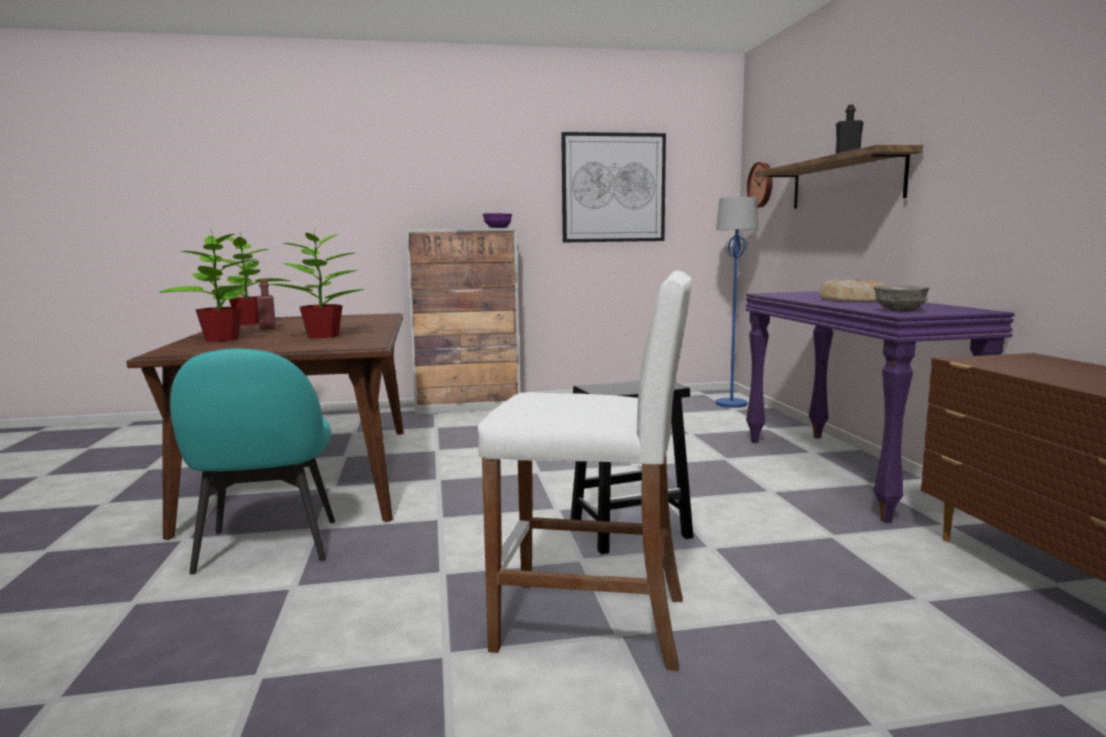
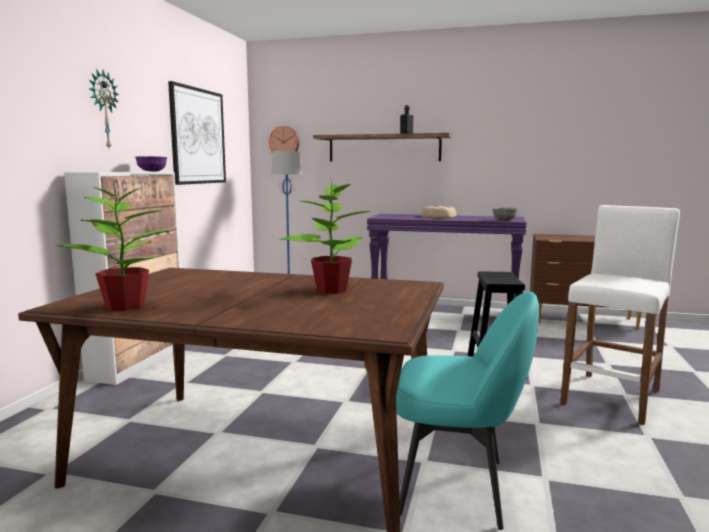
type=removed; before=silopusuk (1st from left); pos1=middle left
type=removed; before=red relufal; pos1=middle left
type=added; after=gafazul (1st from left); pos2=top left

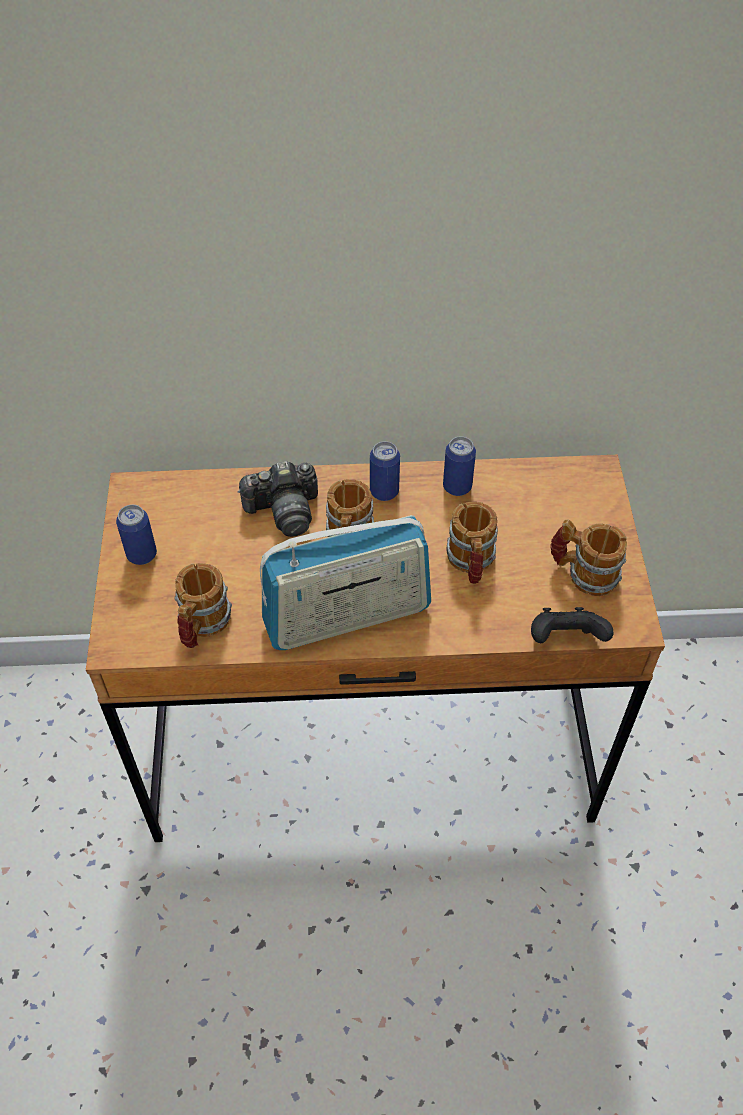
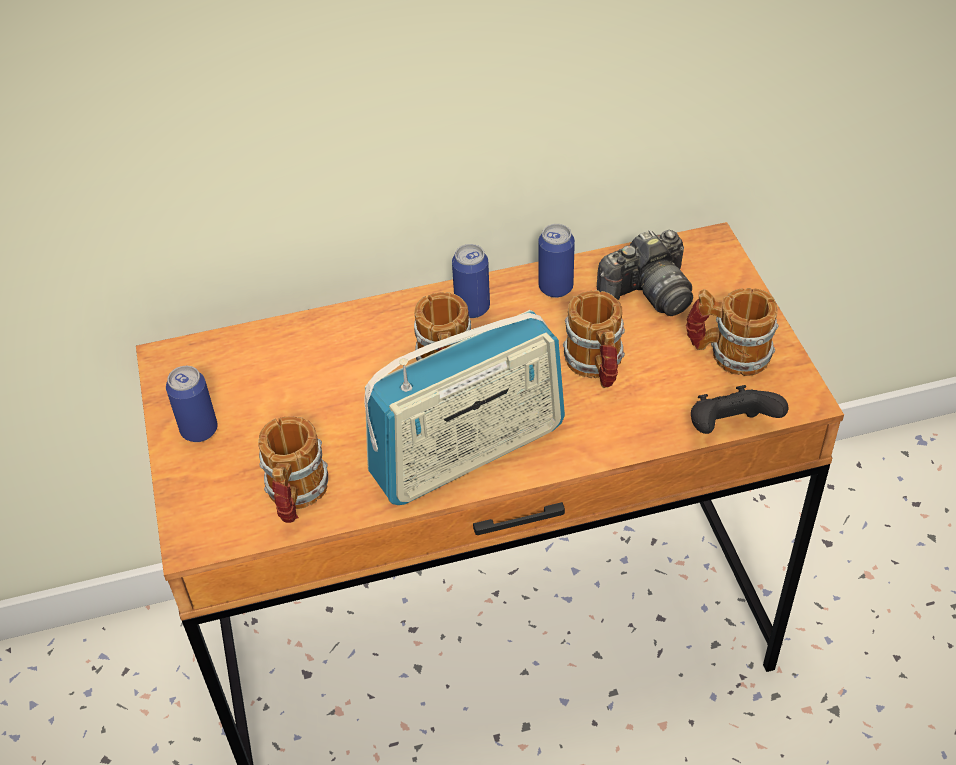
type=moved; before=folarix; pos1=centre; pos2=middle right

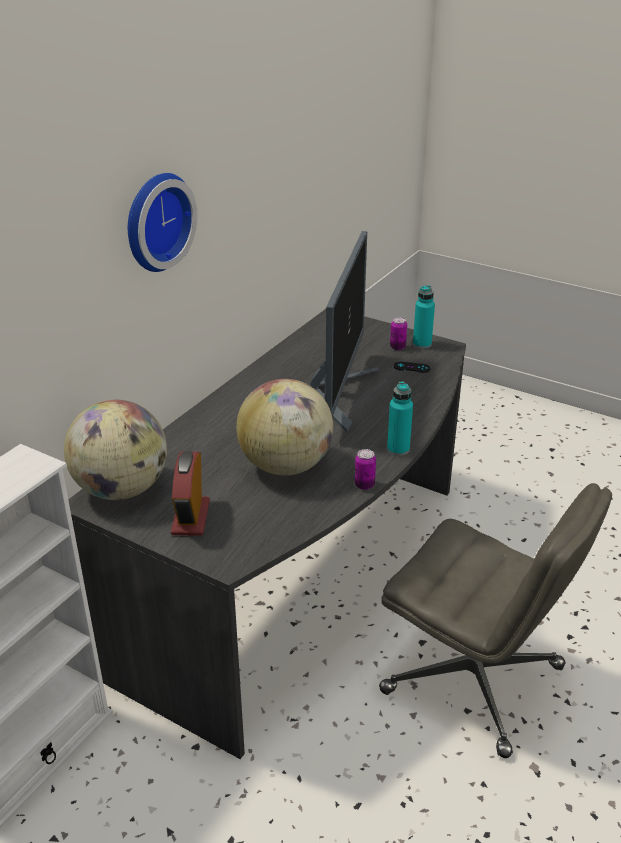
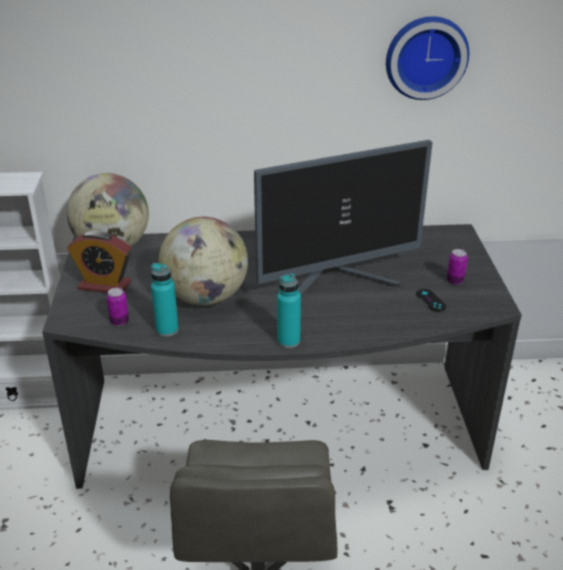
type=moved; before=gafazul; pos1=top left; pos2=top right
type=moved; before=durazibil (1st from left); pos1=centre; pos2=middle left
type=moved; before=turquoise relufal (2nd from left in the first image); after=turquoise relufal (1st from left); pos1=middle right; pos2=middle left
type=turned; before=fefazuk; pos1=middle left; pos2=middle left; turn=-135

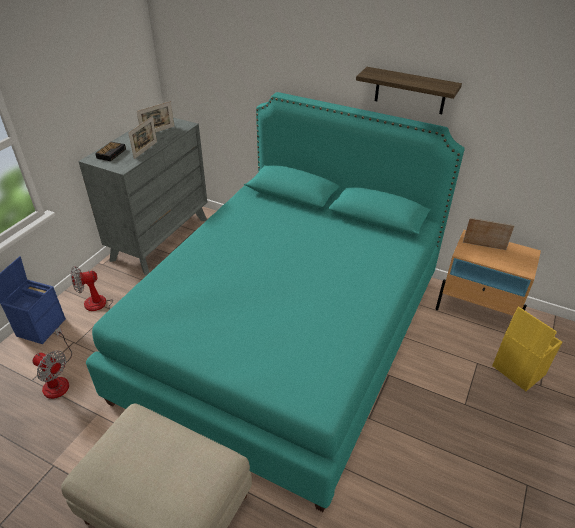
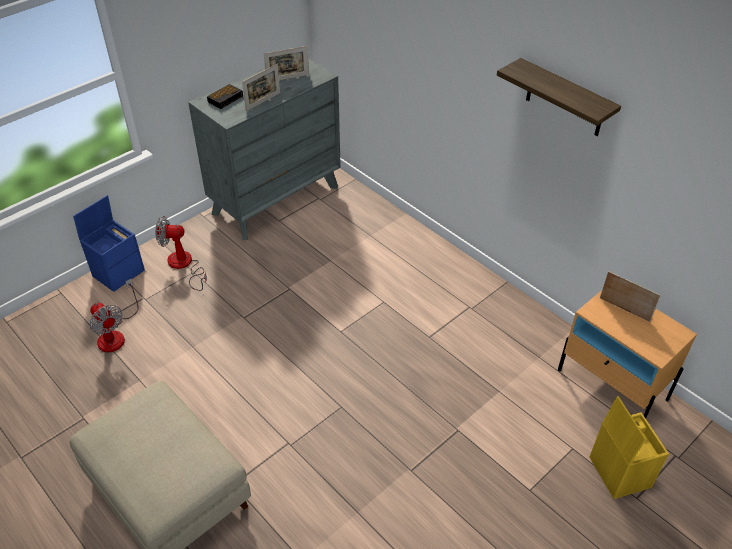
type=removed; before=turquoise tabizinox; pos1=centre

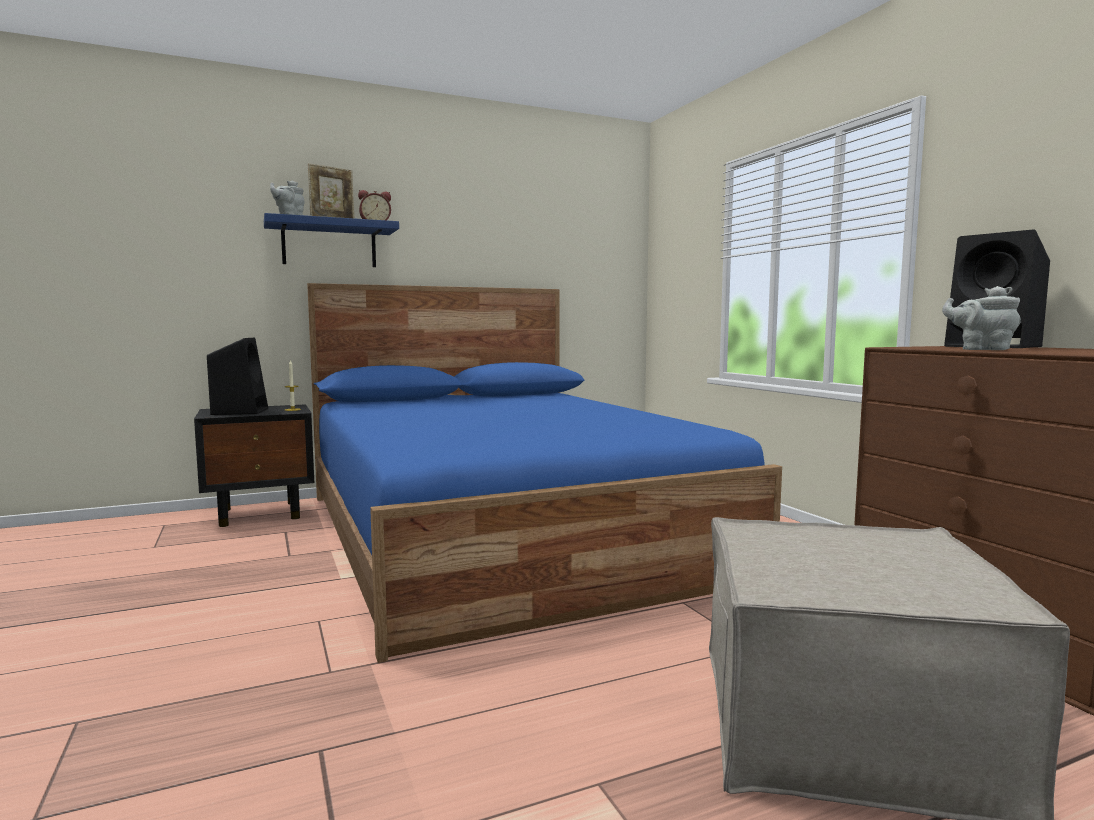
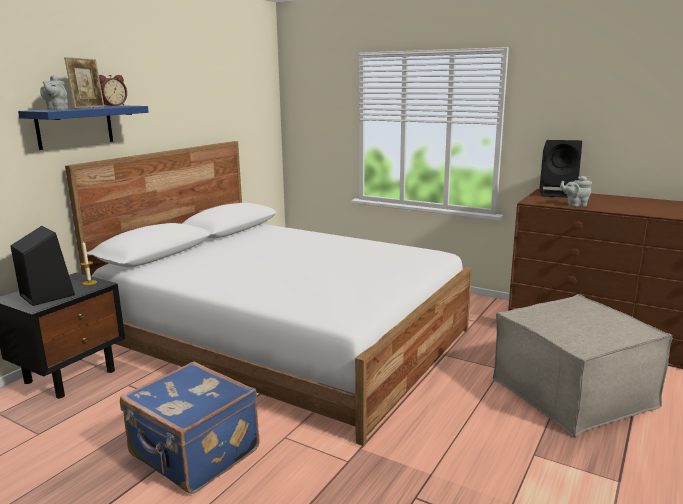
type=added; after=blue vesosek; pos2=bottom left
type=recoloured; before=blue tabizinox; after=white tabizinox; pos1=centre; pos2=centre

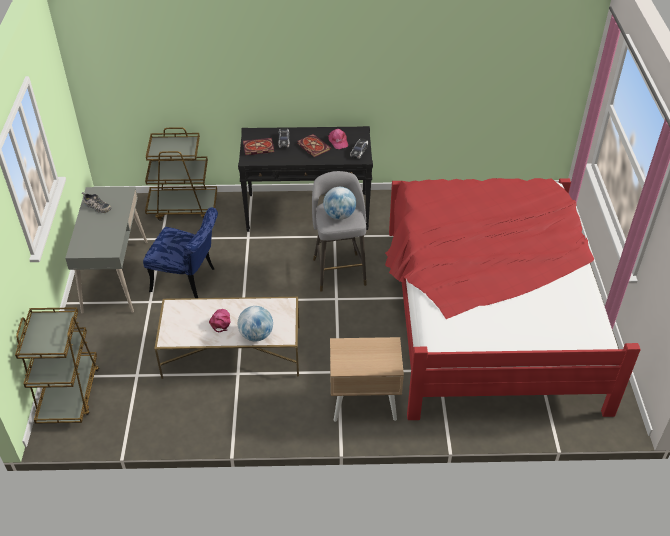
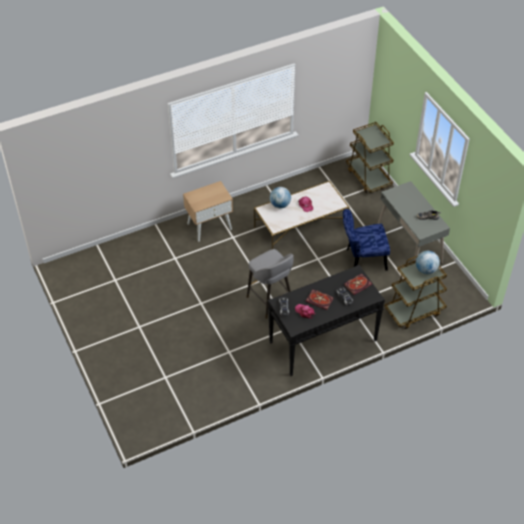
type=removed; before=red tabizinox; pos1=middle right
type=moved; before=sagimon (2nd from left); pos1=centre; pos2=middle right

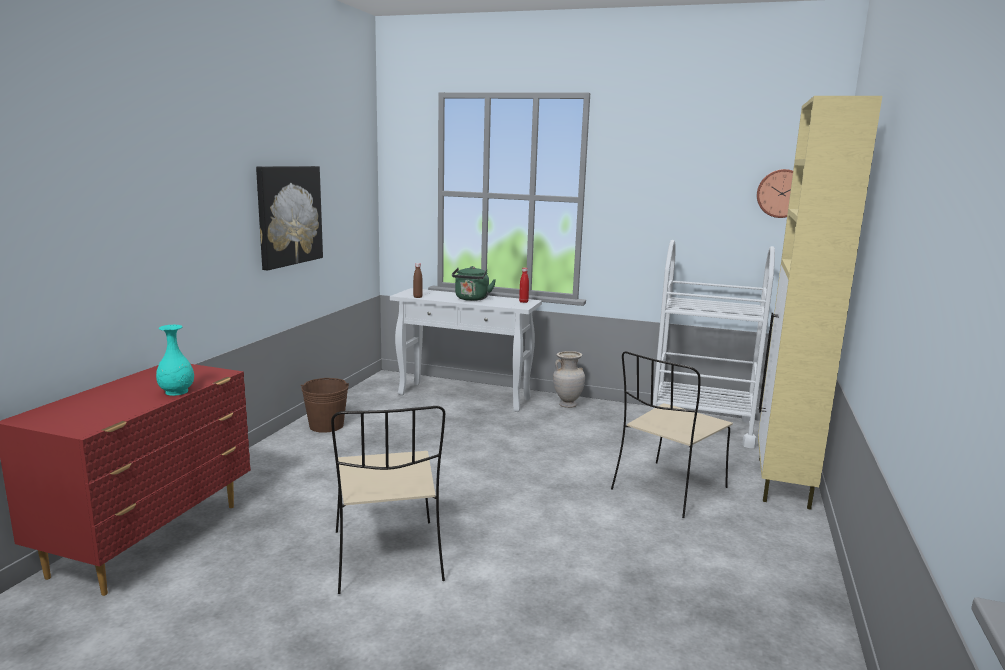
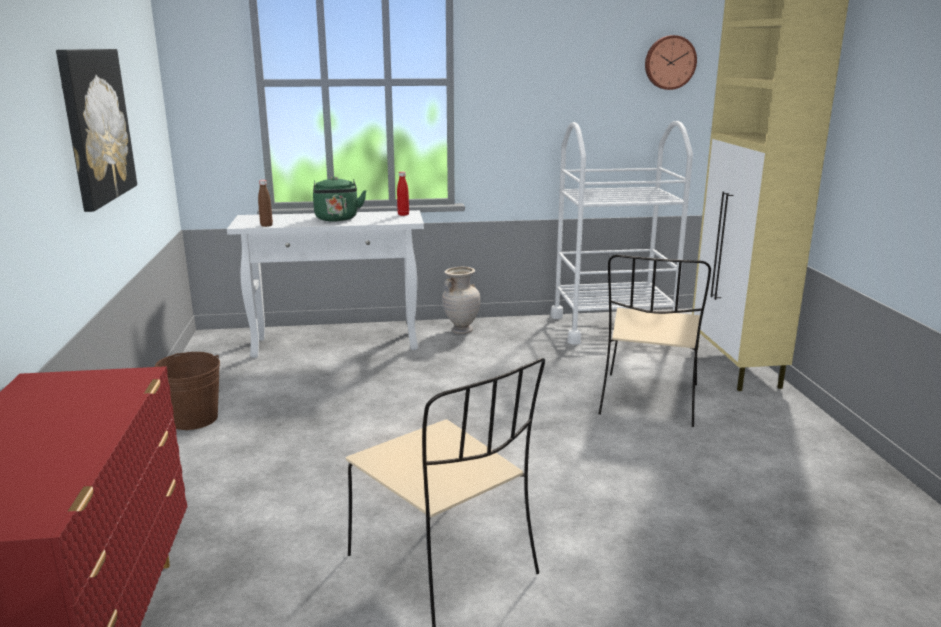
type=removed; before=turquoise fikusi; pos1=middle left

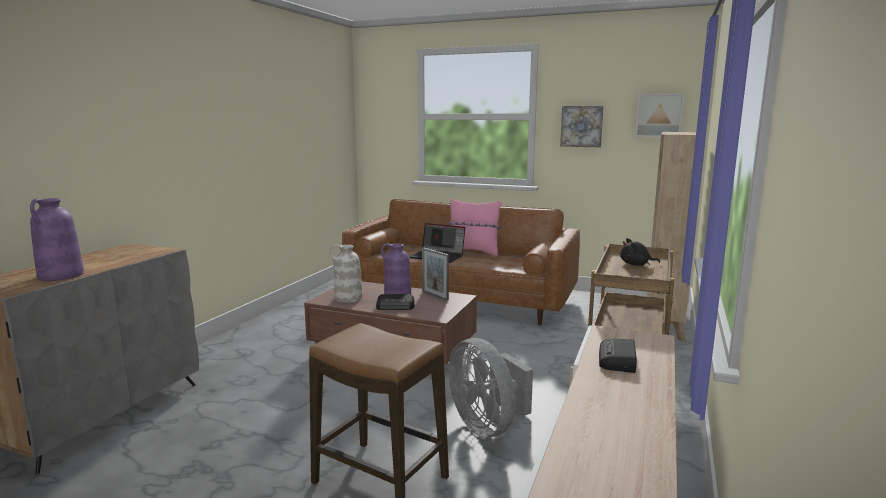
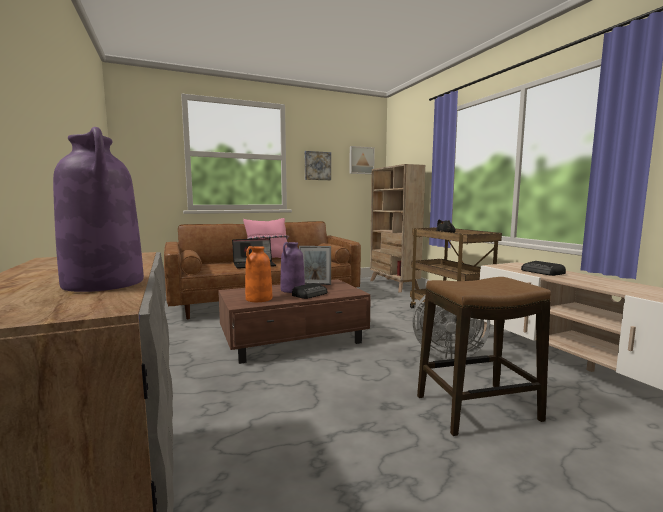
type=recoloured; before=white fikusi; after=orange fikusi; pos1=centre; pos2=centre

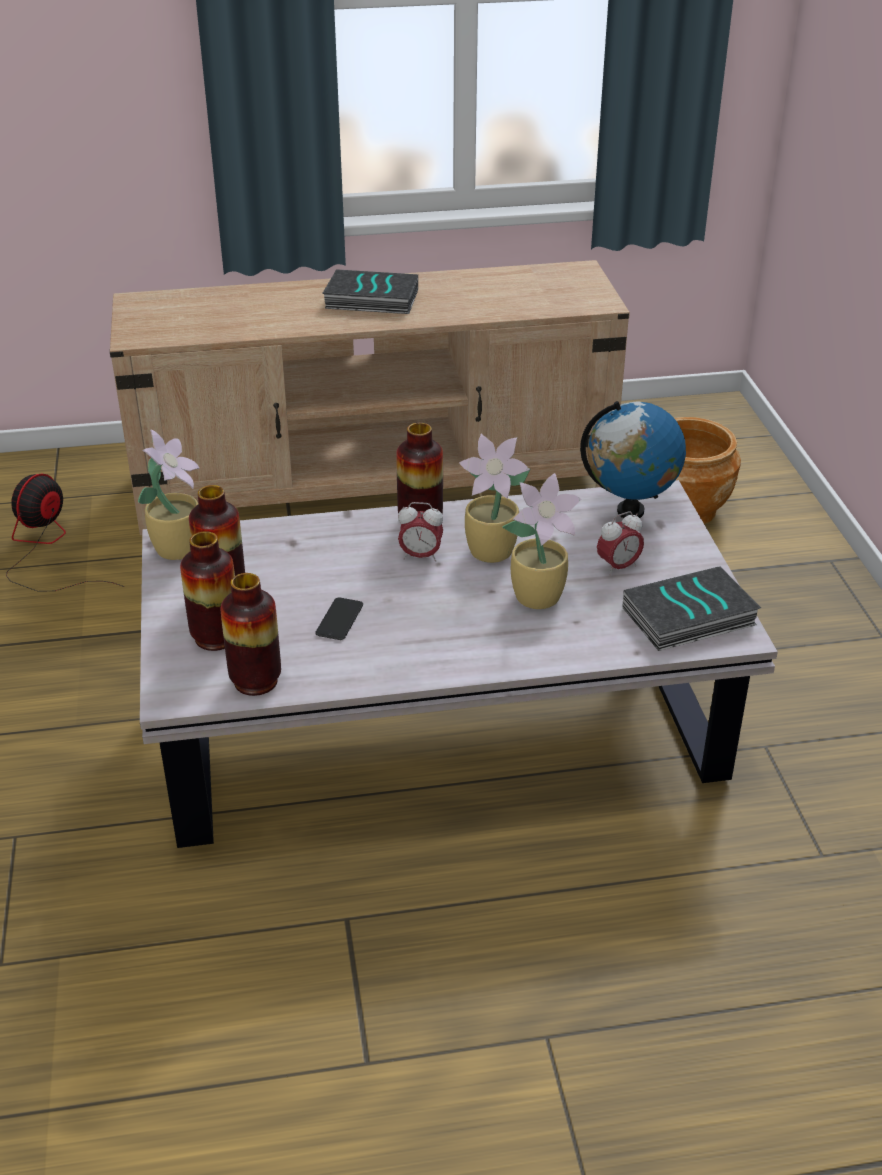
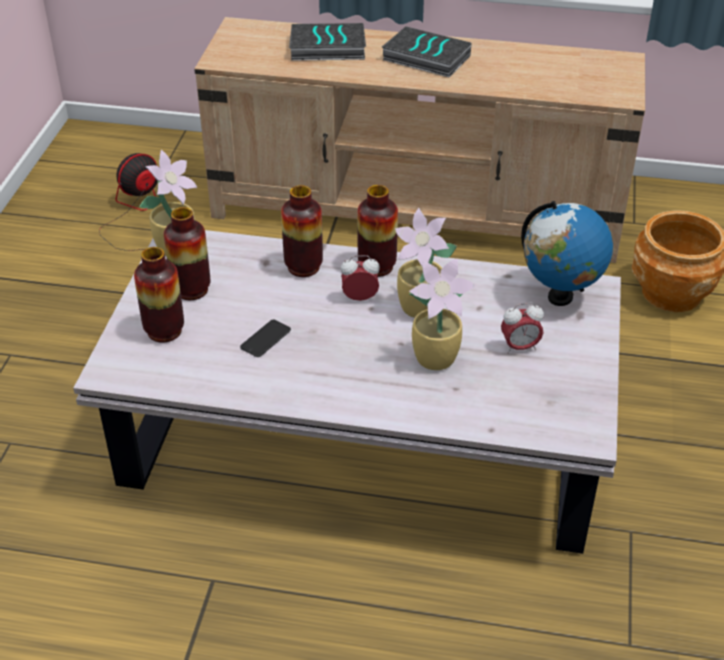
type=moved; before=fikusi (3rd from left); pos1=middle left; pos2=centre
type=moved; before=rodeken (2nd from left in the first image); after=rodeken (1st from left); pos1=middle right; pos2=top centre
type=turned; before=fefazuk (1st from left); pos1=centre; pos2=centre; turn=150

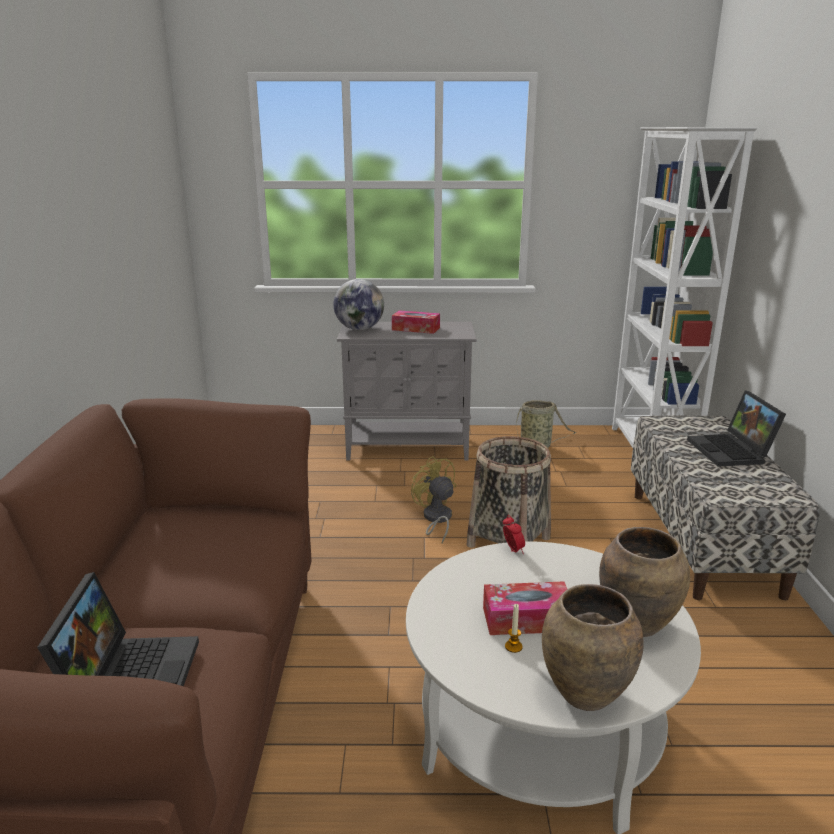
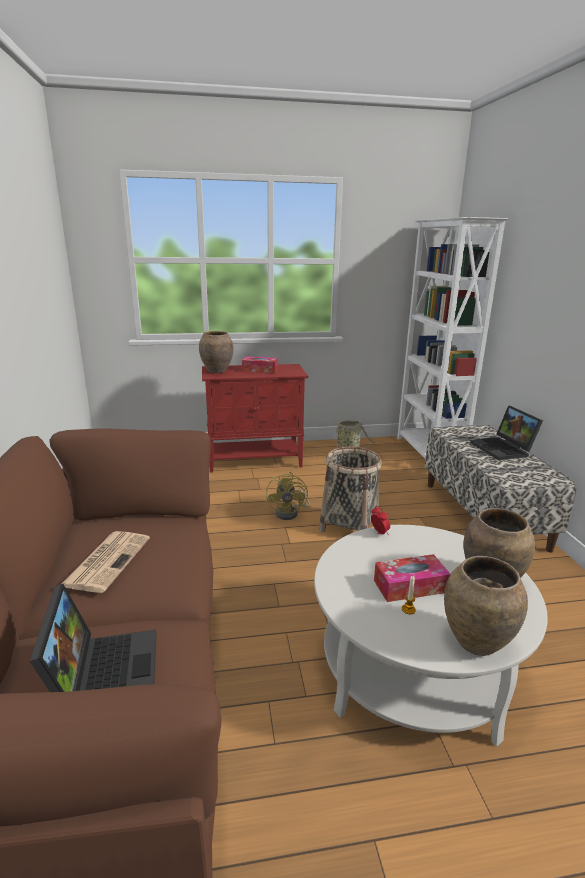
type=added; after=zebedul; pos2=middle left
type=replaced; before=sagimon; after=brown fikusi (1st from left); pos1=centre; pos2=centre
type=recoloured; before=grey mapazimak; after=red mapazimak; pos1=centre; pos2=centre
type=turned; before=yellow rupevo; pos1=centre; pos2=centre; turn=-135

